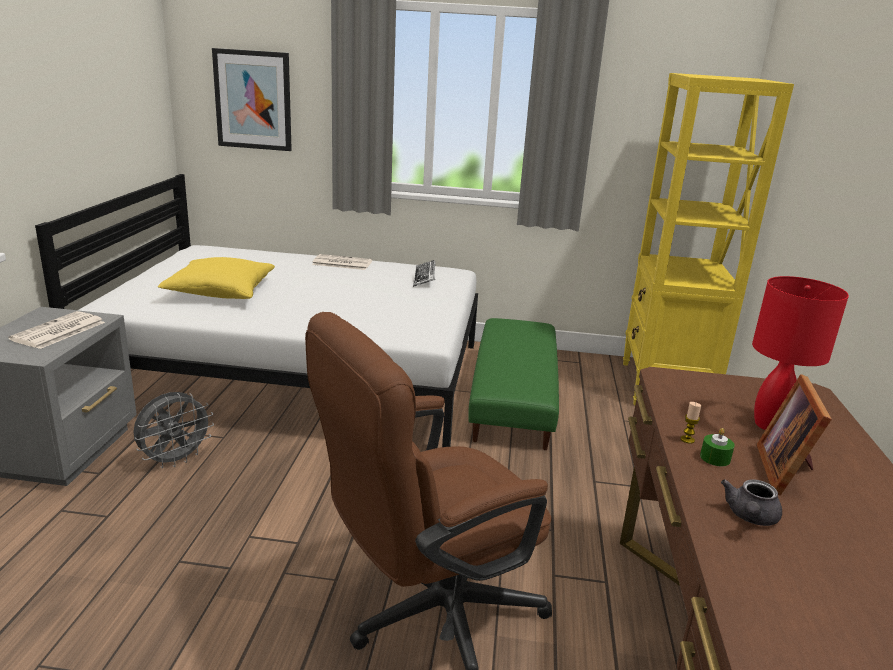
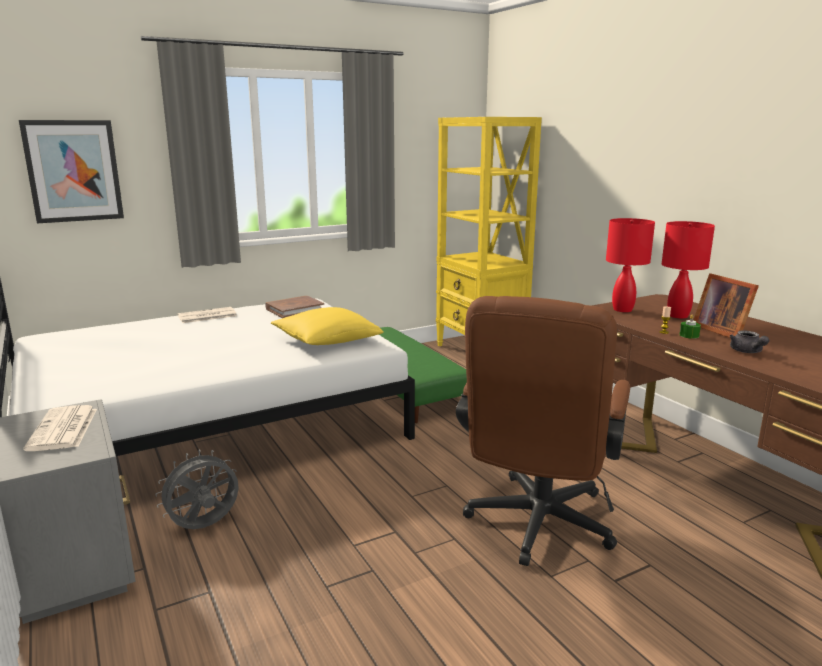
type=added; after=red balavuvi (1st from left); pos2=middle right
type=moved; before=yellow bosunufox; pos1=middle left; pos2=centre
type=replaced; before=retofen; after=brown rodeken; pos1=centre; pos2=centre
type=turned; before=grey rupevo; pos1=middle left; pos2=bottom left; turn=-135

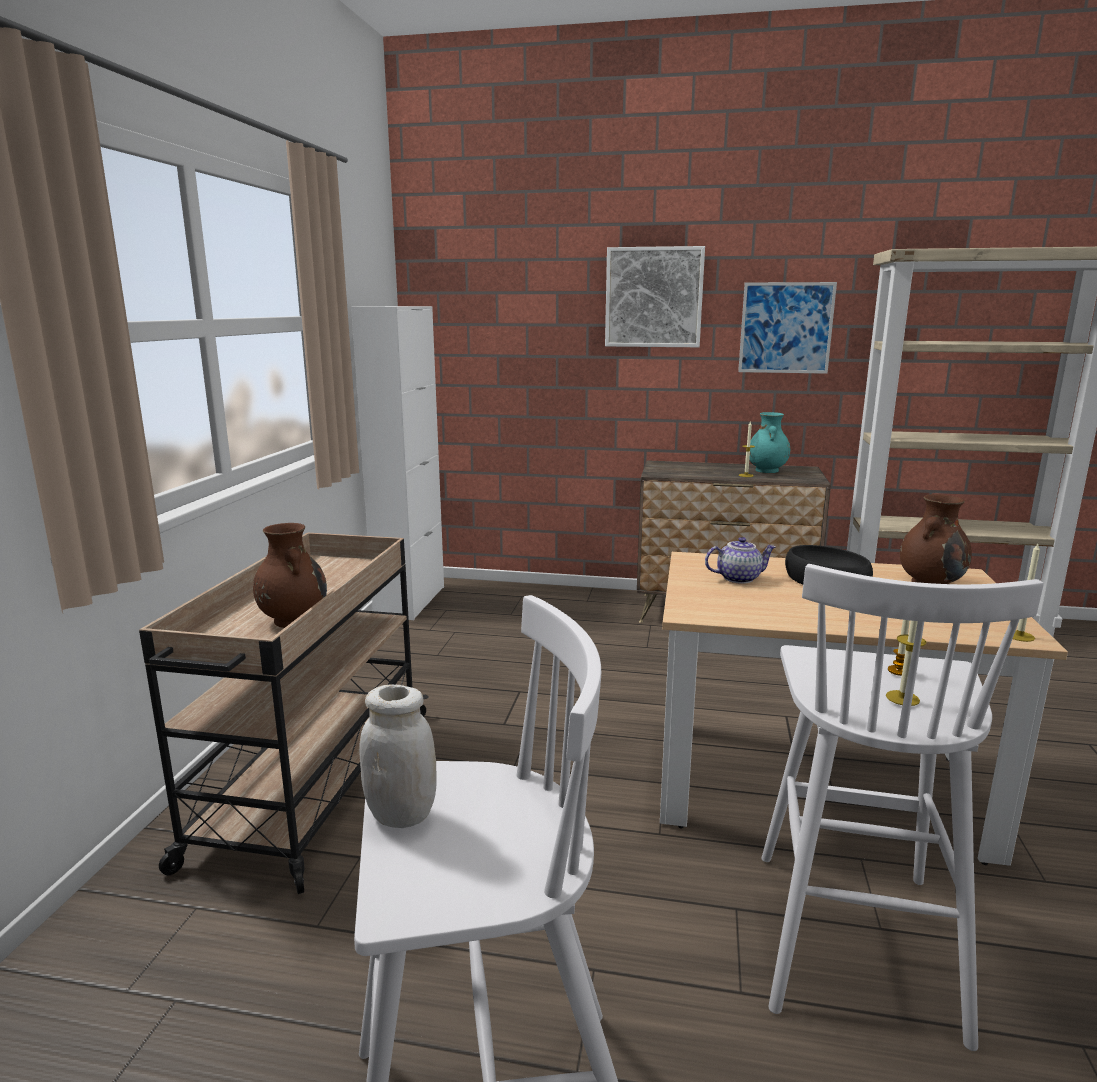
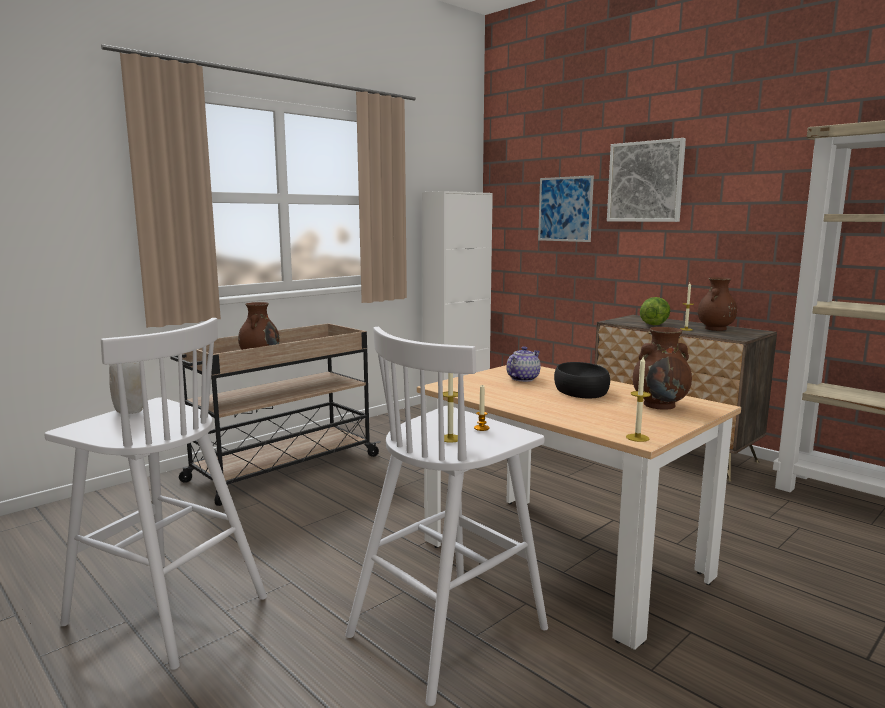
type=added; after=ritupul; pos2=middle right
type=moved; before=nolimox (2nd from left in the first image); after=nolimox (1st from left); pos1=top right; pos2=top centre
type=recoloured; before=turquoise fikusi; after=brown fikusi (3rd from left); pos1=middle right; pos2=middle right
type=turned; before=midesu; pos1=middle right; pos2=centre; turn=-75

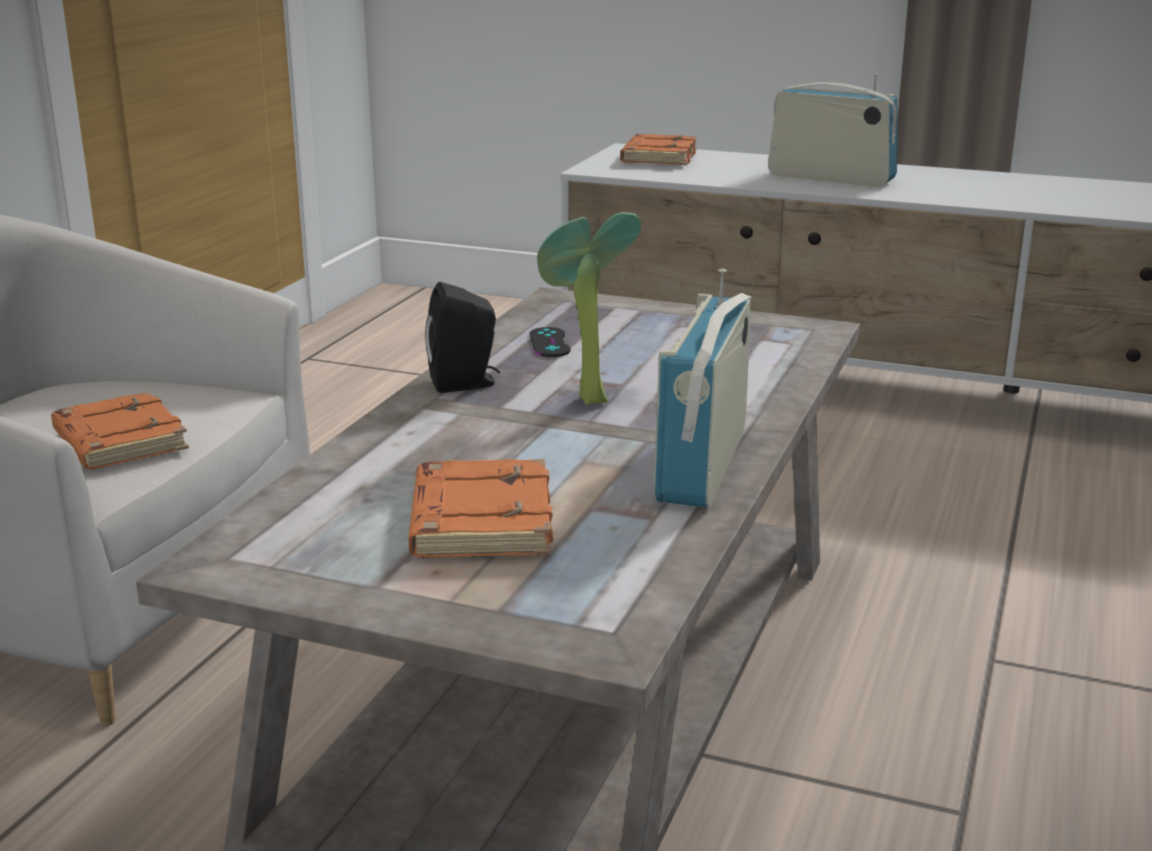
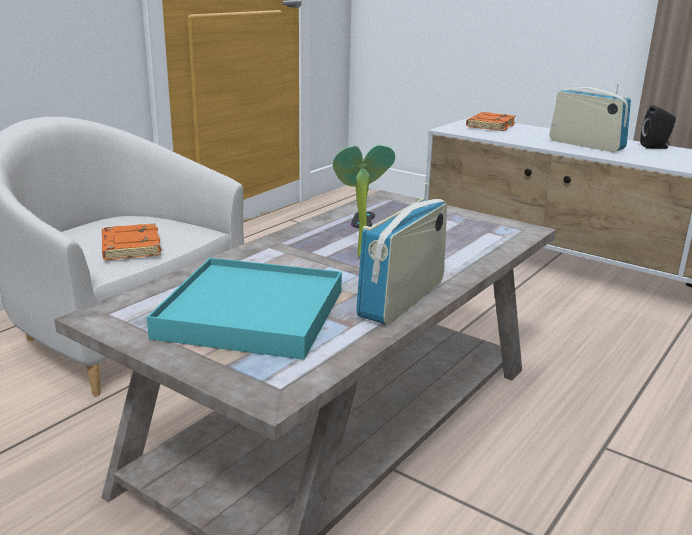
type=moved; before=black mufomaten; pos1=centre; pos2=top right
type=replaced; before=orange rodeken (2nd from left); after=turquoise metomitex; pos1=centre; pos2=centre

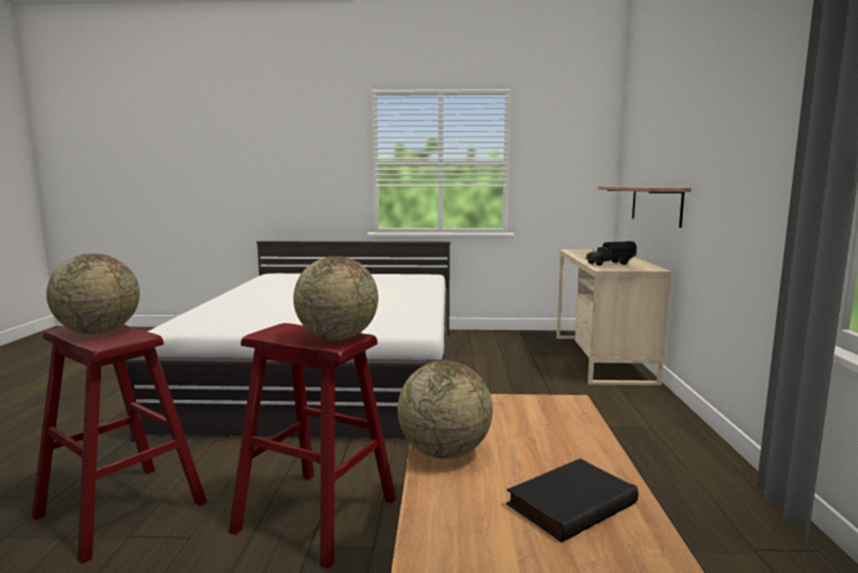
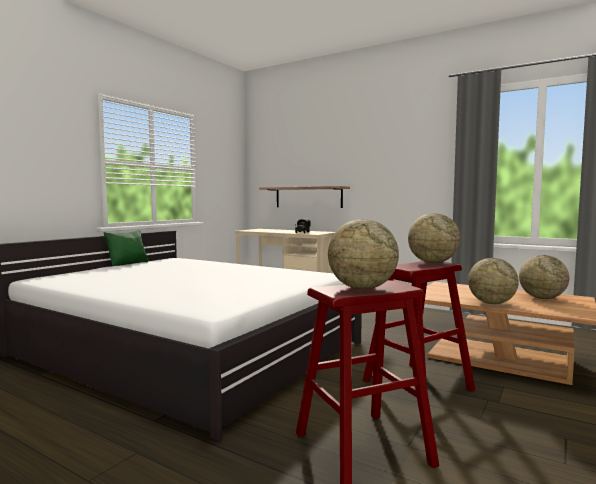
type=added; after=green bosunufox; pos2=middle left
type=replaced; before=black rodeken; after=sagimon (4th from left); pos1=bottom right; pos2=middle right

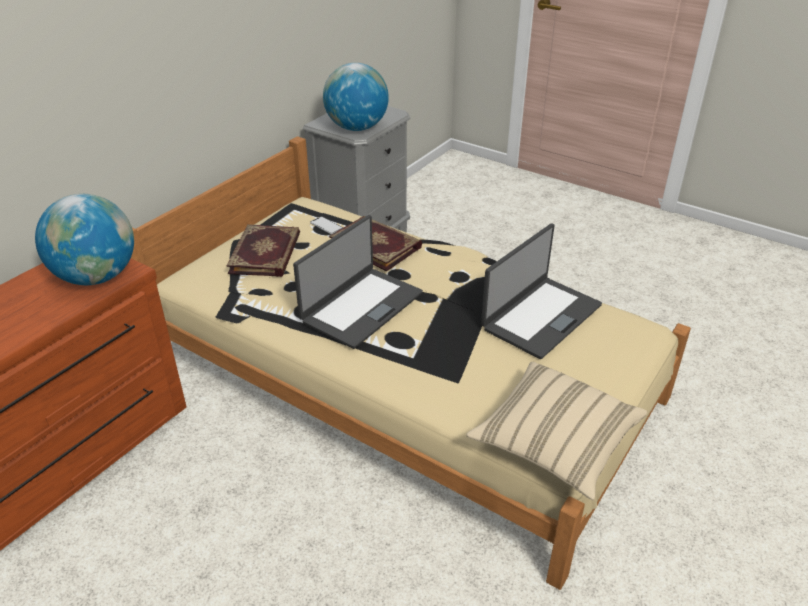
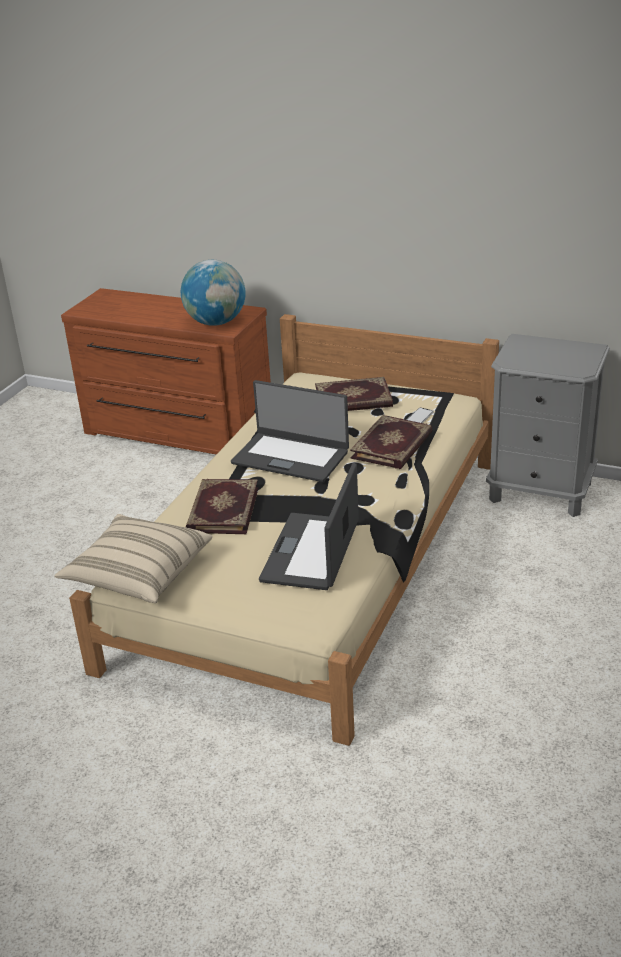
type=removed; before=sagimon (2nd from left); pos1=top centre
type=added; after=rodeken (1st from left); pos2=centre
type=turned; before=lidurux (2nd from left); pos1=middle right; pos2=centre; turn=75

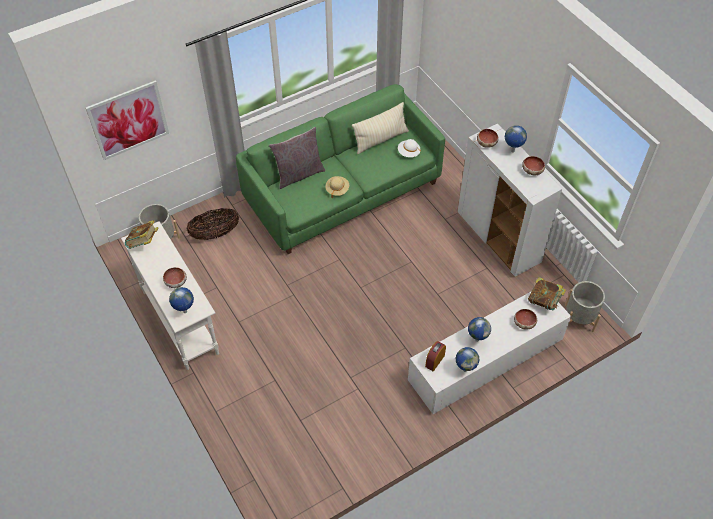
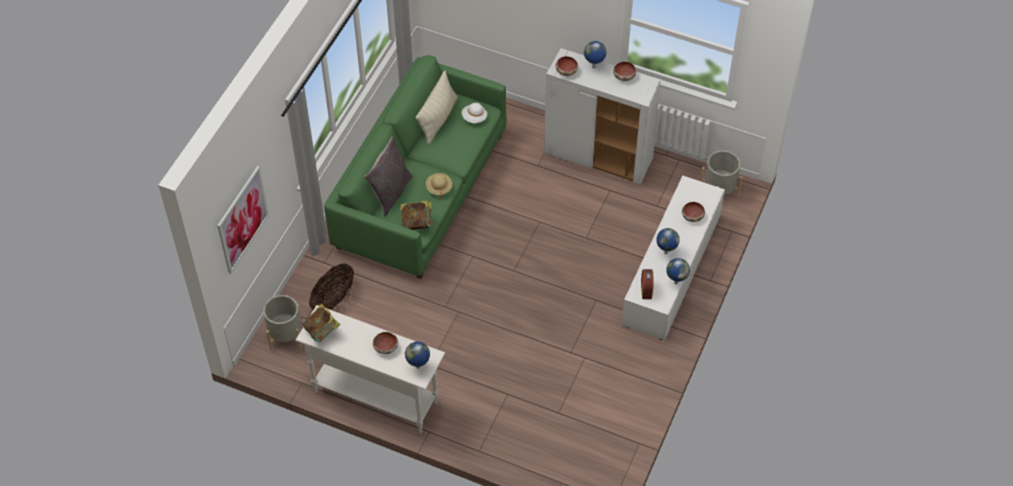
type=moved; before=rodeken (2nd from left); pos1=middle right; pos2=centre

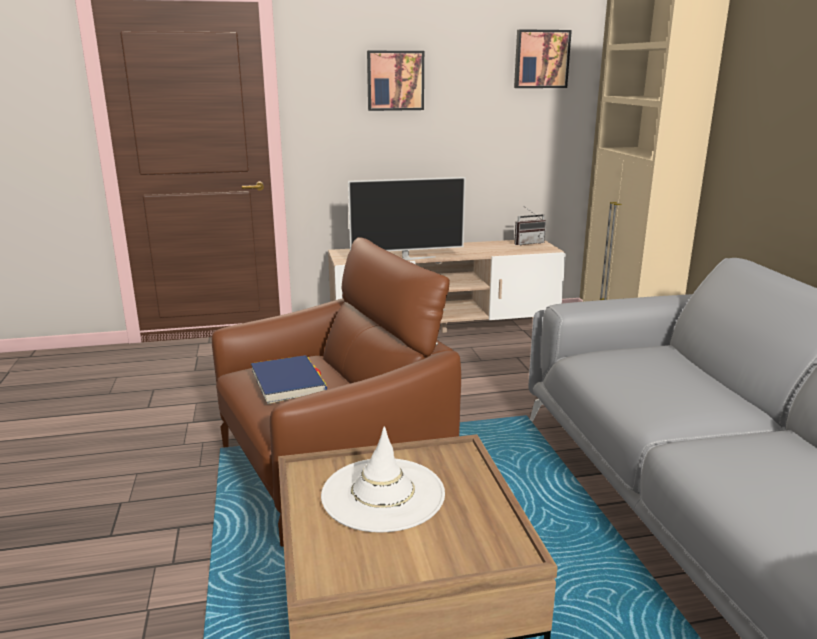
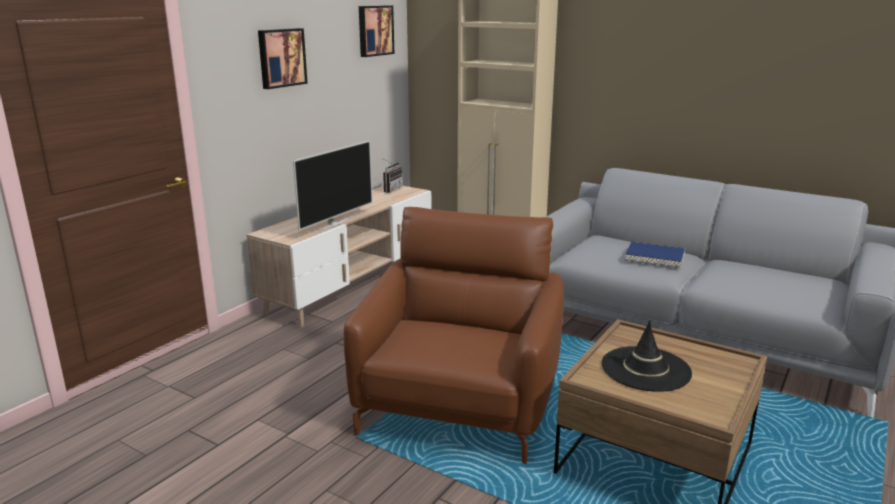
type=moved; before=blue rodeken; pos1=centre; pos2=middle right
type=recoloured; before=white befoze; after=black befoze; pos1=bottom centre; pos2=bottom right

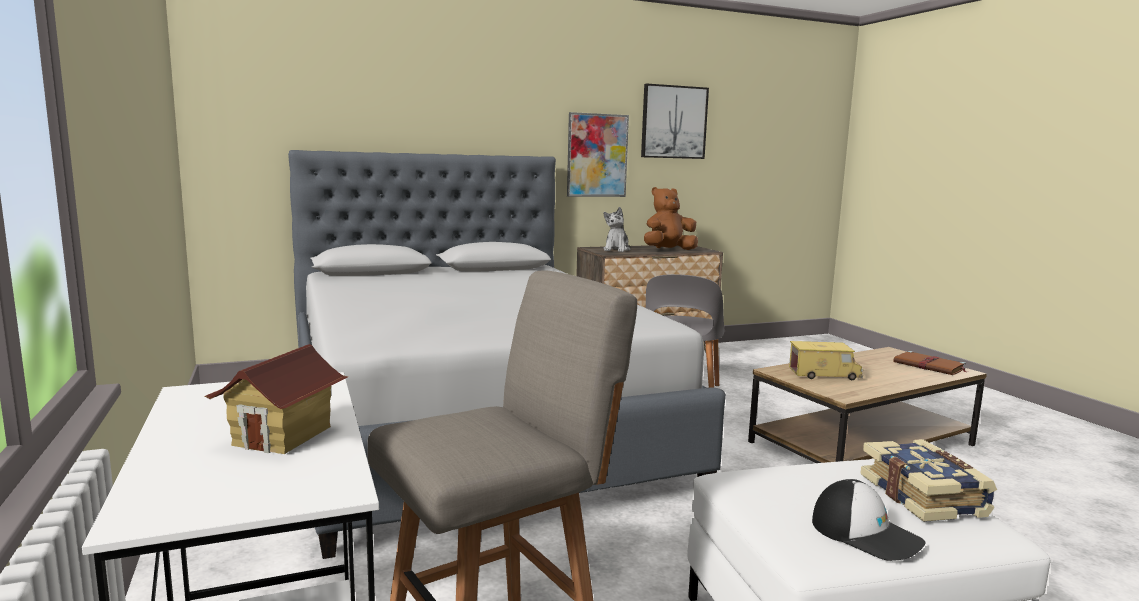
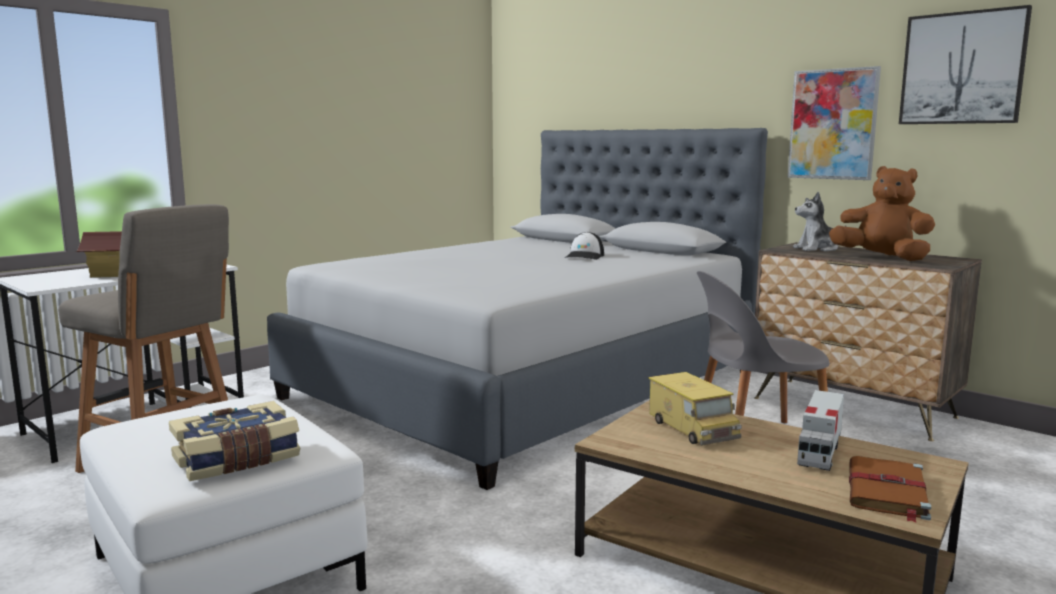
type=added; after=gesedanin (2nd from left); pos2=bottom right
type=moved; before=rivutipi; pos1=bottom right; pos2=centre

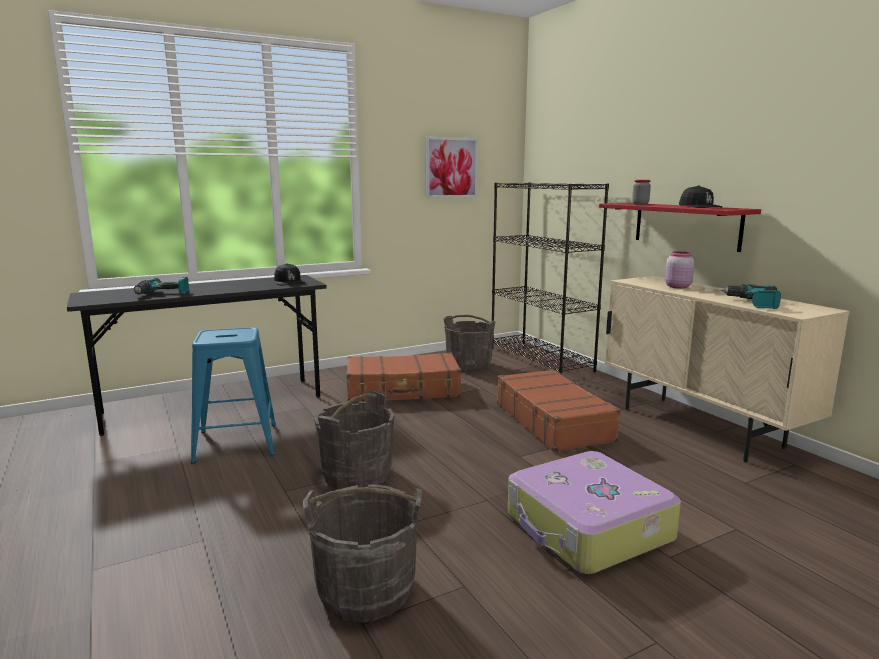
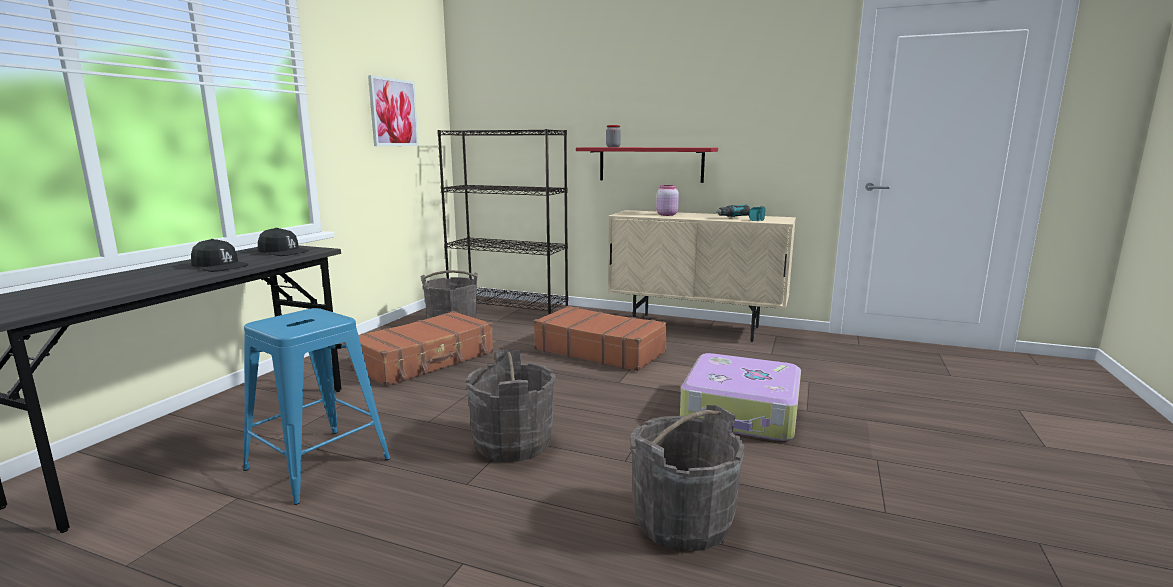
type=removed; before=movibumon (1st from left); pos1=middle left
type=moved; before=black rivutipi (2nd from left in the first image); after=black rivutipi (1st from left); pos1=top right; pos2=middle left

